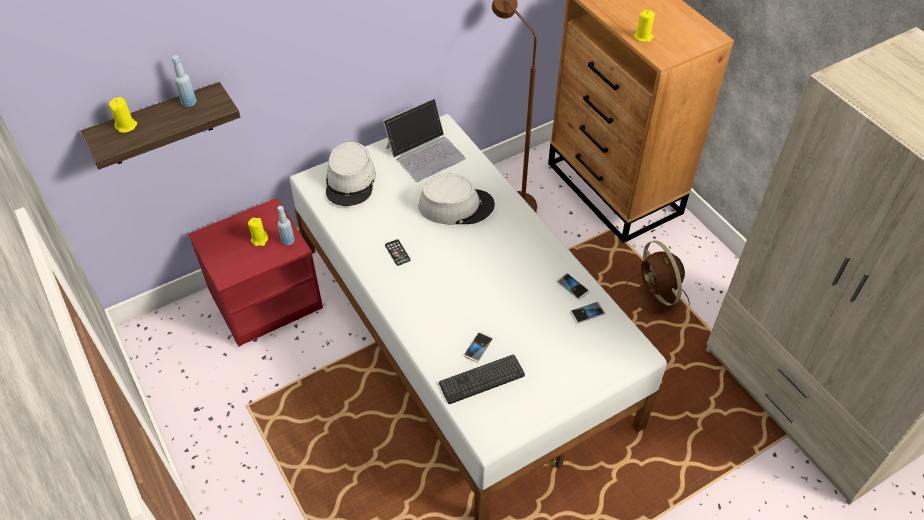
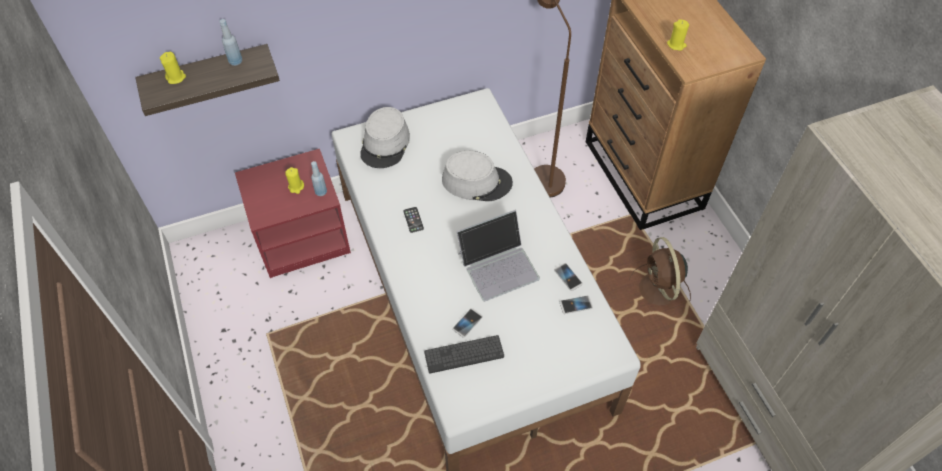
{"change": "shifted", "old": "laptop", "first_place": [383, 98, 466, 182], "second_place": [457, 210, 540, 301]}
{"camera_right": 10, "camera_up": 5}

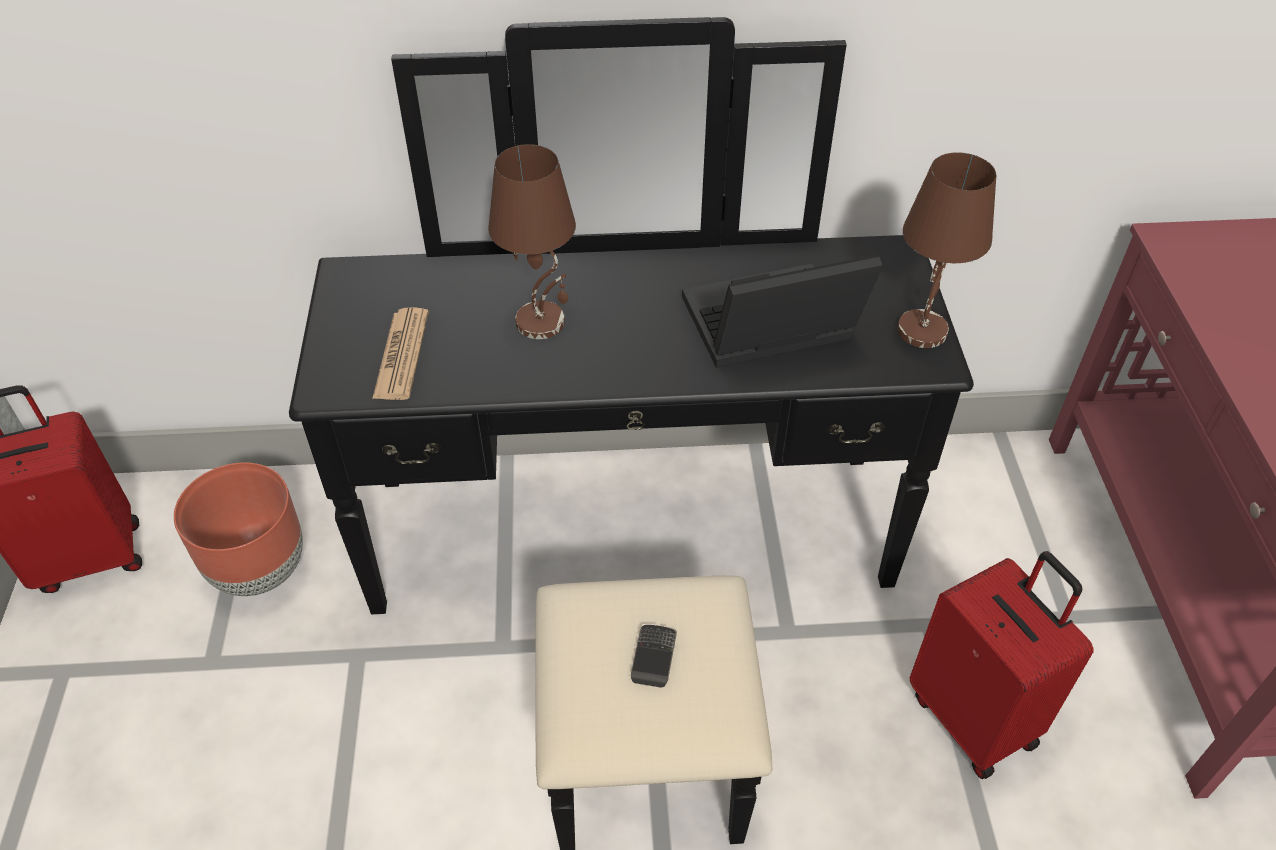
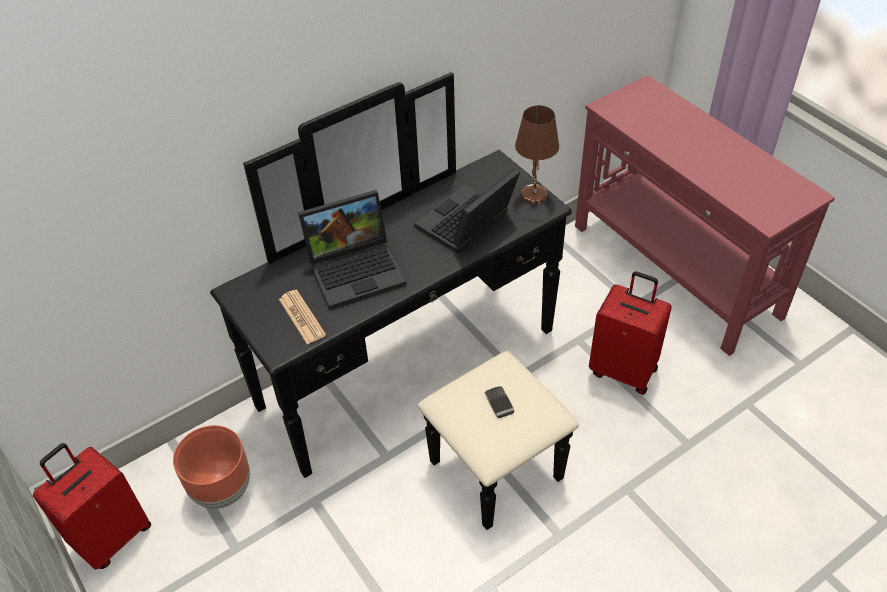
{"change": "swapped", "old": "brown table lamp", "new": "laptop", "first_place": [488, 144, 576, 339], "second_place": [298, 190, 407, 310]}
{"camera_right": -30, "camera_up": 0}

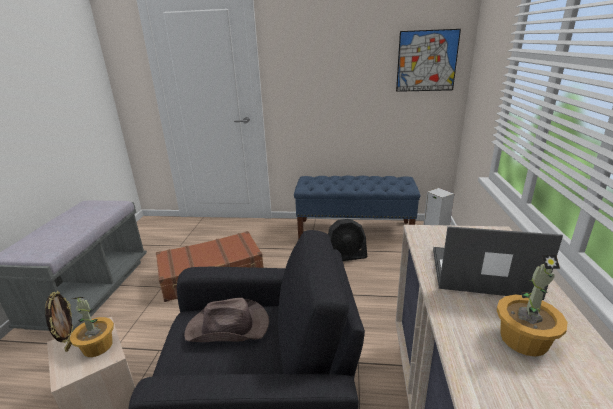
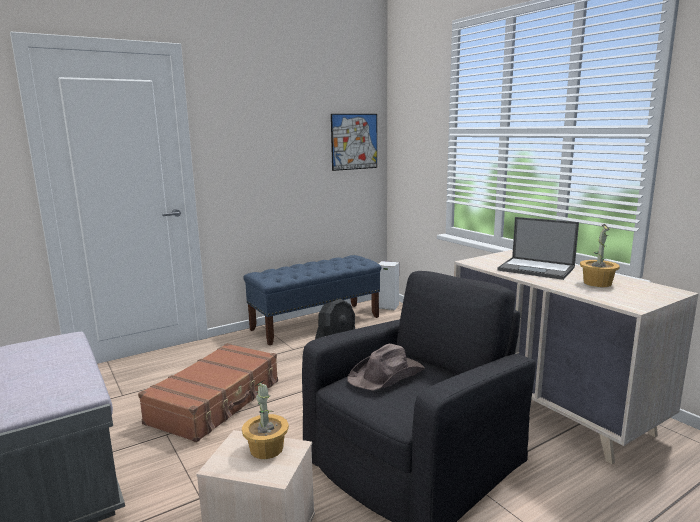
{"change": "gone", "old": "picture frame", "first_place": [45, 291, 73, 352]}
{"change": "rotated", "old": "laptop", "first_place": [433, 226, 563, 300], "second_place": [498, 217, 579, 280], "degrees": -120}
{"camera_right": -40, "camera_up": -10}

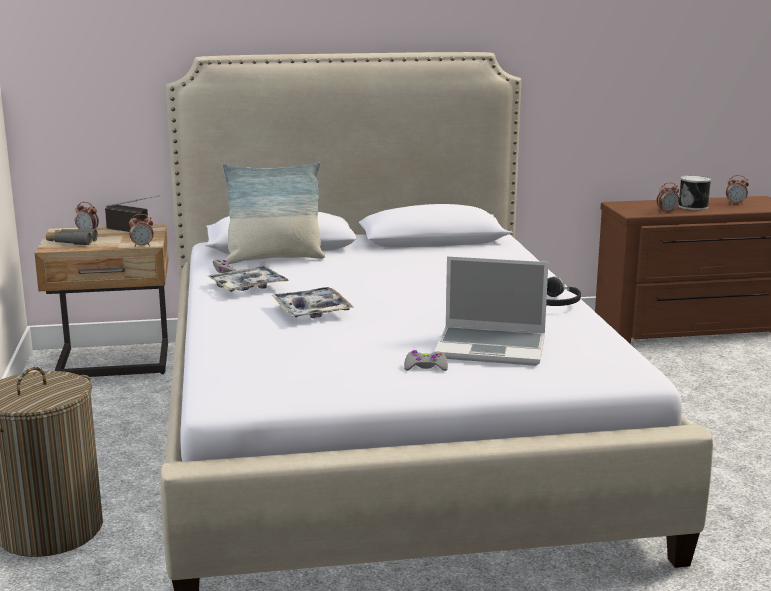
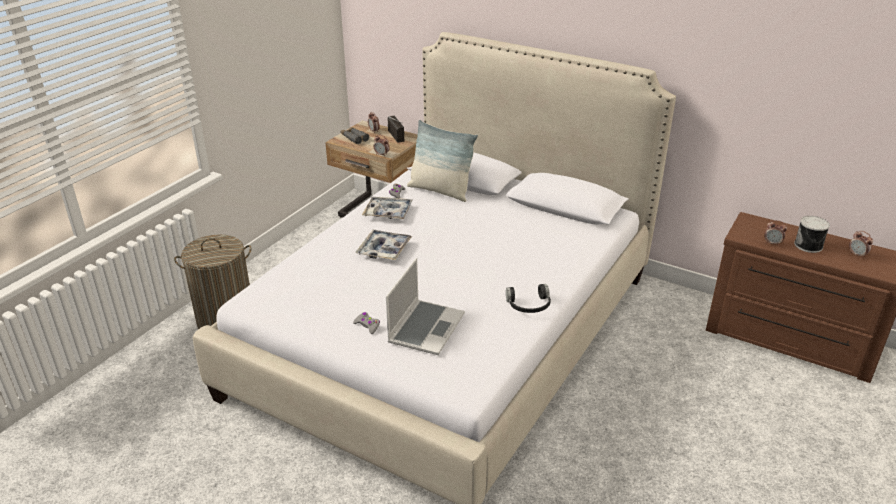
{"change": "rotated", "old": "laptop", "first_place": [434, 256, 548, 366], "second_place": [386, 258, 465, 355], "degrees": -120}
{"camera_right": 40, "camera_up": 15}

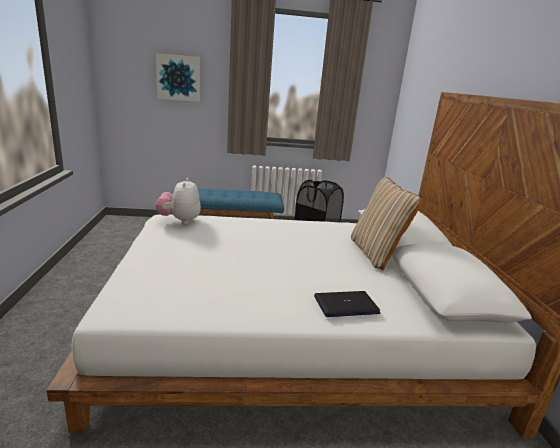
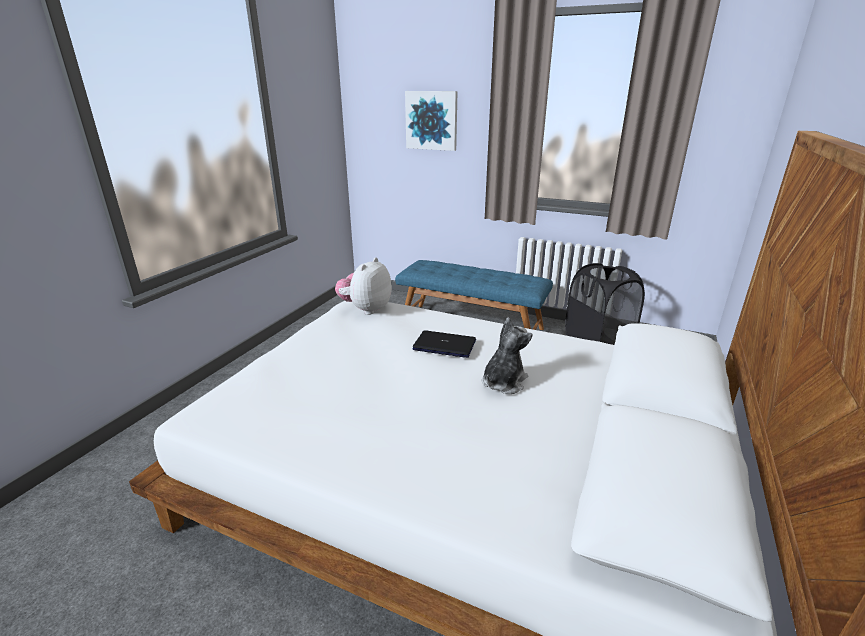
{"change": "shifted", "old": "laptop", "first_place": [314, 291, 380, 317], "second_place": [412, 330, 476, 358]}
{"change": "gone", "old": "beige pillow", "first_place": [351, 177, 423, 270]}
{"change": "new", "new": "plush toy", "second_place": [482, 318, 532, 394]}
{"camera_right": 30, "camera_up": 5}

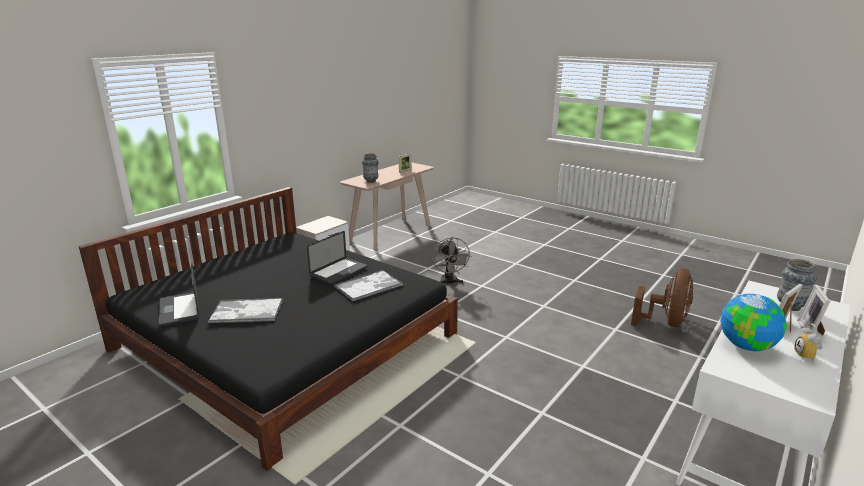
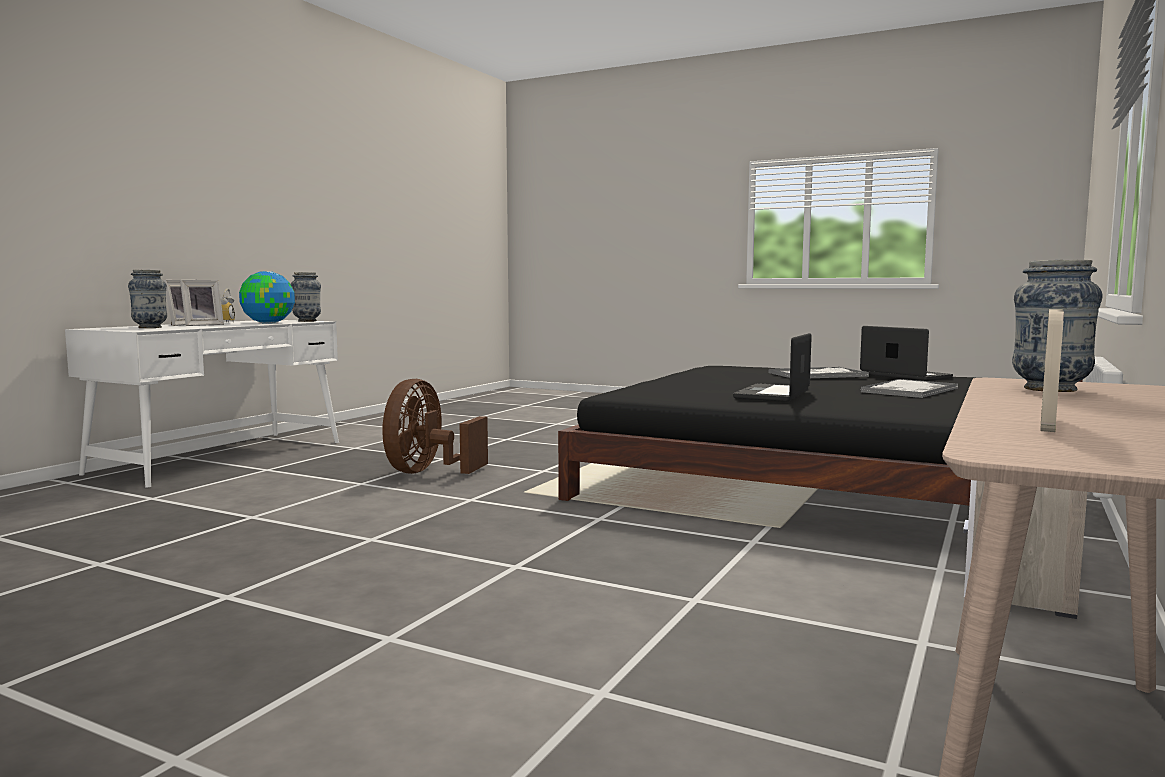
{"change": "shifted", "old": "tray", "first_place": [334, 270, 403, 301], "second_place": [860, 379, 958, 398]}
{"change": "gone", "old": "grey fan", "first_place": [432, 237, 471, 285]}
{"change": "shifted", "old": "brown fan", "first_place": [631, 268, 693, 327], "second_place": [382, 379, 488, 474]}
{"change": "new", "new": "vase", "second_place": [291, 272, 321, 322]}
{"camera_right": 170, "camera_up": -15}

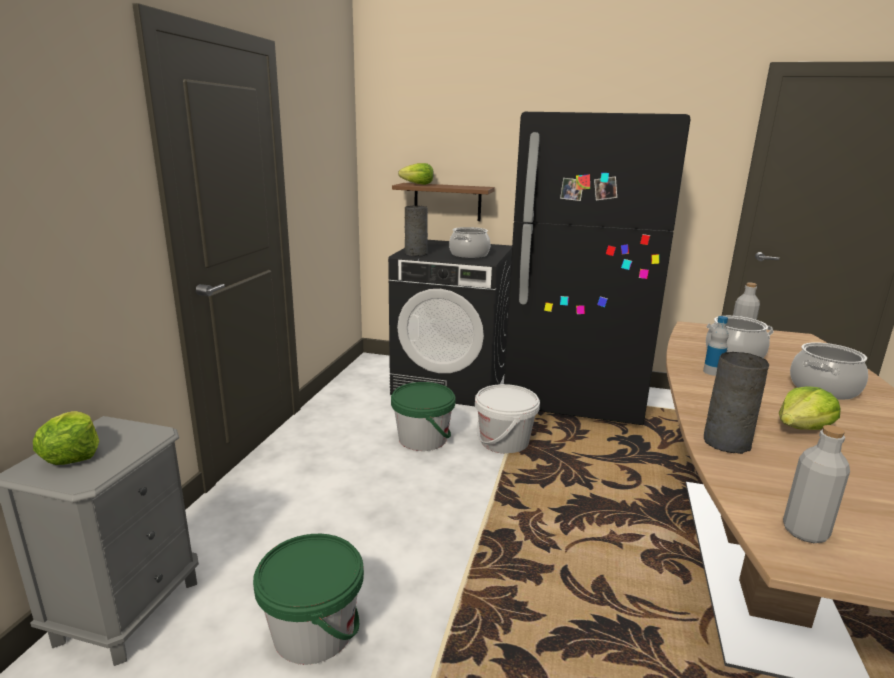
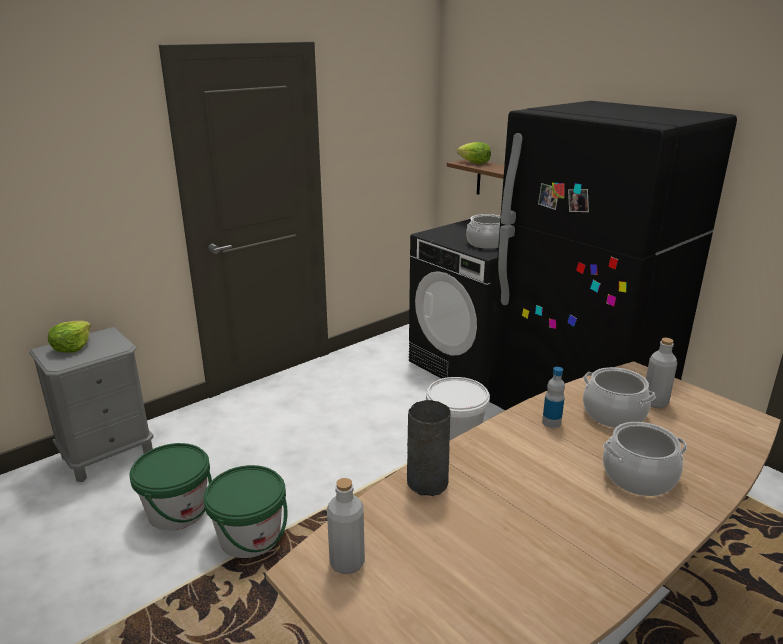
{"change": "shifted", "old": "green bucket", "first_place": [391, 382, 456, 451], "second_place": [203, 465, 287, 558]}
{"change": "gone", "old": "grey vase", "first_place": [405, 206, 428, 257]}
{"change": "gone", "old": "lettuce", "first_place": [779, 386, 841, 430]}
{"camera_right": 35, "camera_up": 5}

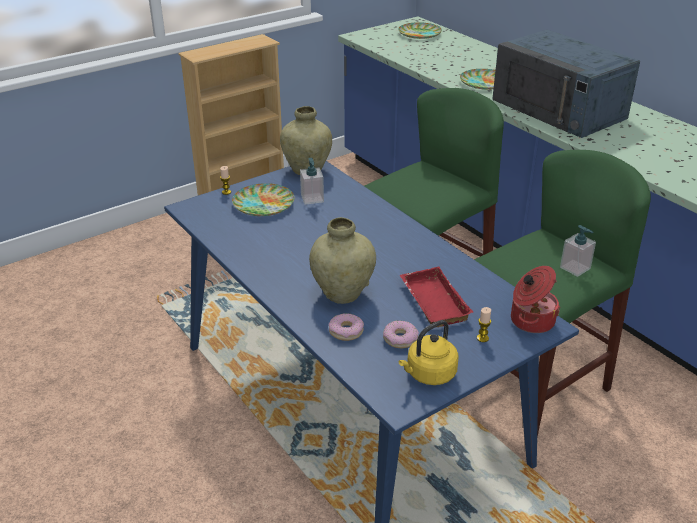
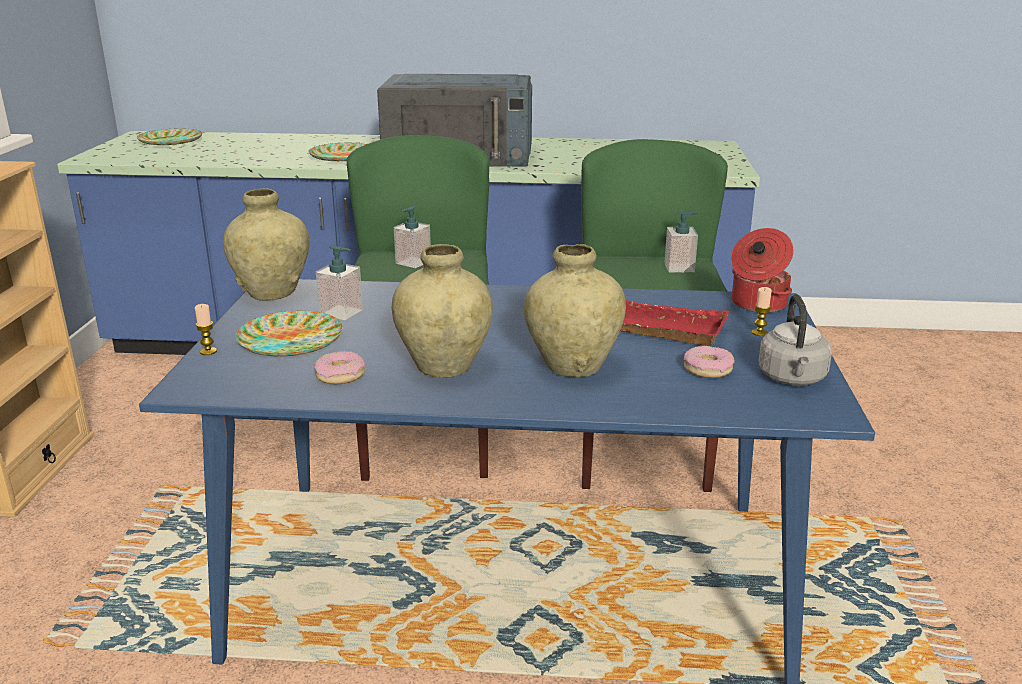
{"change": "shifted", "old": "donut", "first_place": [329, 313, 364, 341], "second_place": [314, 351, 365, 384]}
{"change": "repainted", "old": "yellow kettle", "new": "grey kettle", "first_place": [398, 320, 459, 385], "second_place": [759, 294, 832, 386]}
{"change": "new", "new": "beige vase", "second_place": [392, 244, 493, 378]}
{"change": "new", "new": "soap dispenser", "second_place": [394, 206, 431, 268]}
{"camera_right": -50, "camera_up": -10}

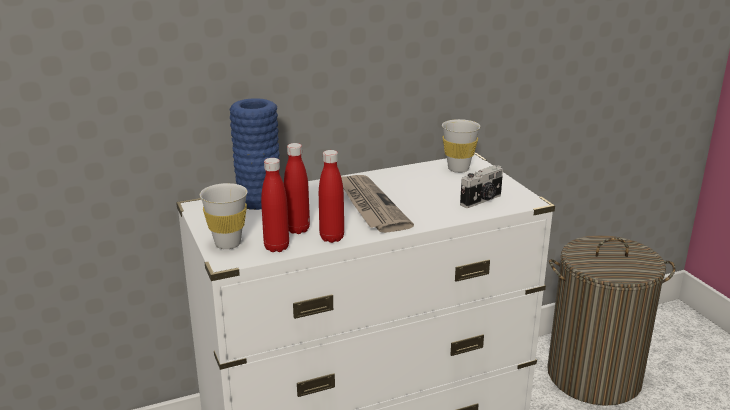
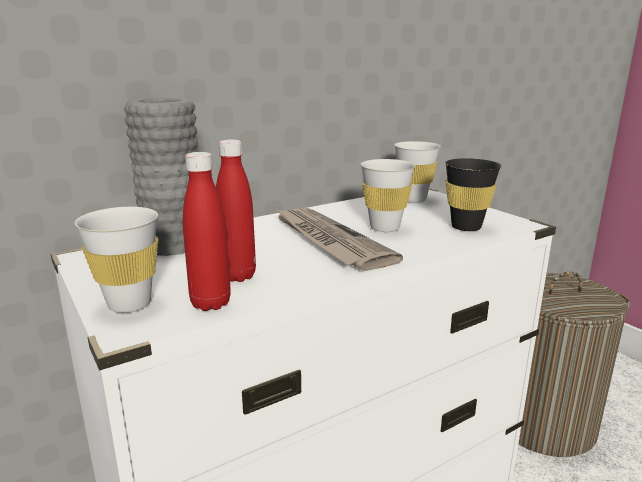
{"change": "repainted", "old": "blue vase", "new": "grey vase", "first_place": [230, 98, 280, 210], "second_place": [124, 98, 199, 256]}
{"change": "gone", "old": "red bottle", "first_place": [319, 150, 344, 243]}
{"change": "swapped", "old": "photo camera", "new": "black cup", "first_place": [460, 165, 503, 208], "second_place": [445, 158, 501, 231]}
{"change": "new", "new": "white cup", "second_place": [361, 159, 415, 232]}
{"camera_right": -10, "camera_up": -5}

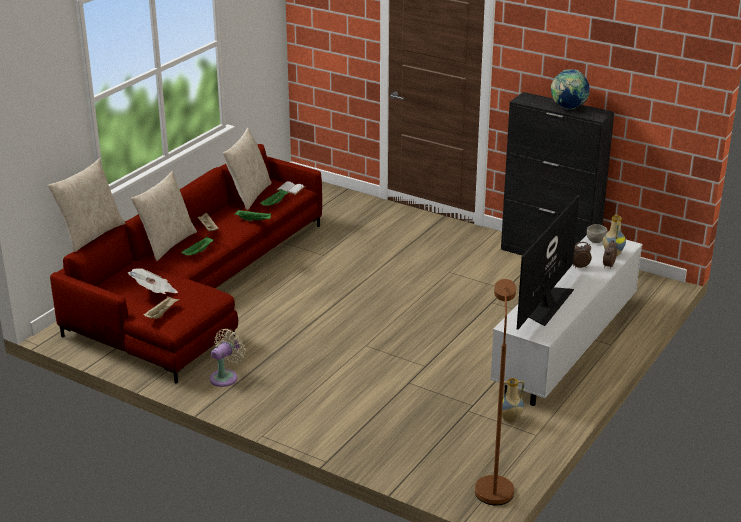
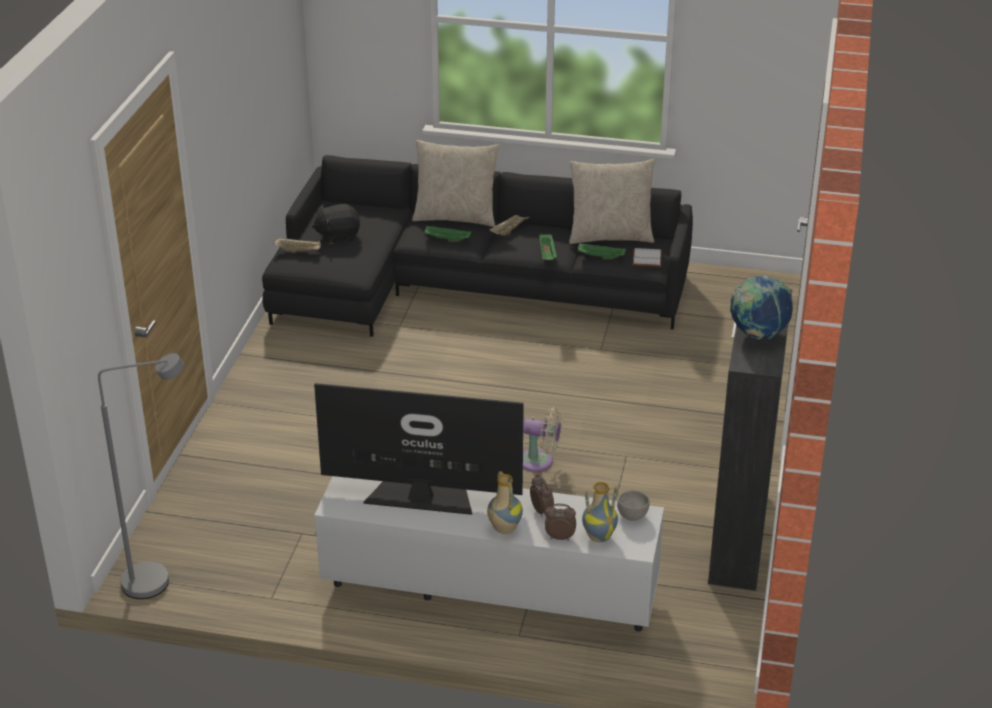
{"change": "gone", "old": "beige pillow", "first_place": [48, 158, 125, 252]}
{"change": "repainted", "old": "red sofa", "new": "black sofa", "first_place": [50, 144, 322, 384], "second_place": [262, 155, 693, 337]}
{"change": "swapped", "old": "newspaper", "new": "black plush toy", "first_place": [128, 268, 178, 294], "second_place": [312, 204, 360, 244]}
{"change": "shifted", "old": "beige fan", "first_place": [210, 329, 246, 387], "second_place": [523, 407, 562, 472]}
{"change": "repainted", "old": "brown floor lamp", "new": "grey floor lamp", "first_place": [475, 279, 516, 505], "second_place": [98, 353, 184, 599]}
{"change": "shifted", "old": "vase", "first_place": [502, 378, 525, 422], "second_place": [487, 471, 523, 534]}
{"camera_right": 70, "camera_up": 5}

